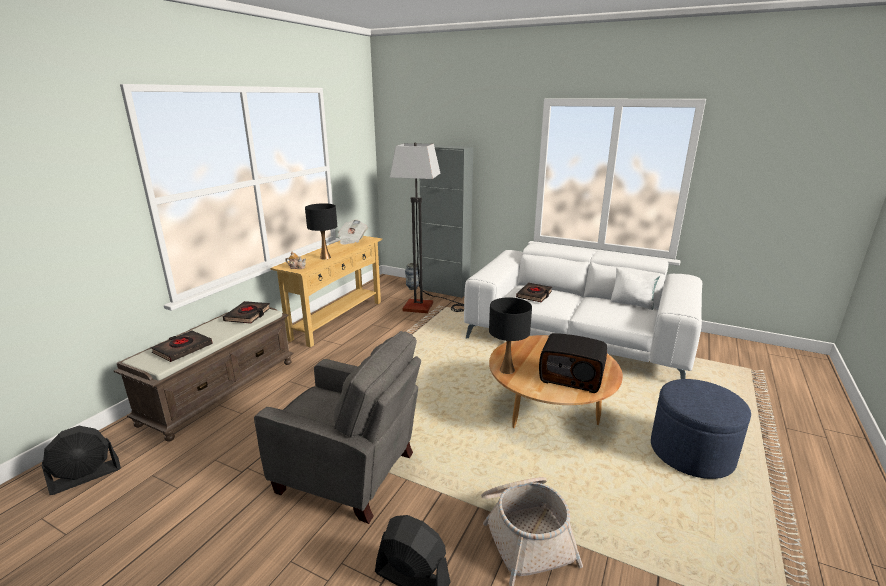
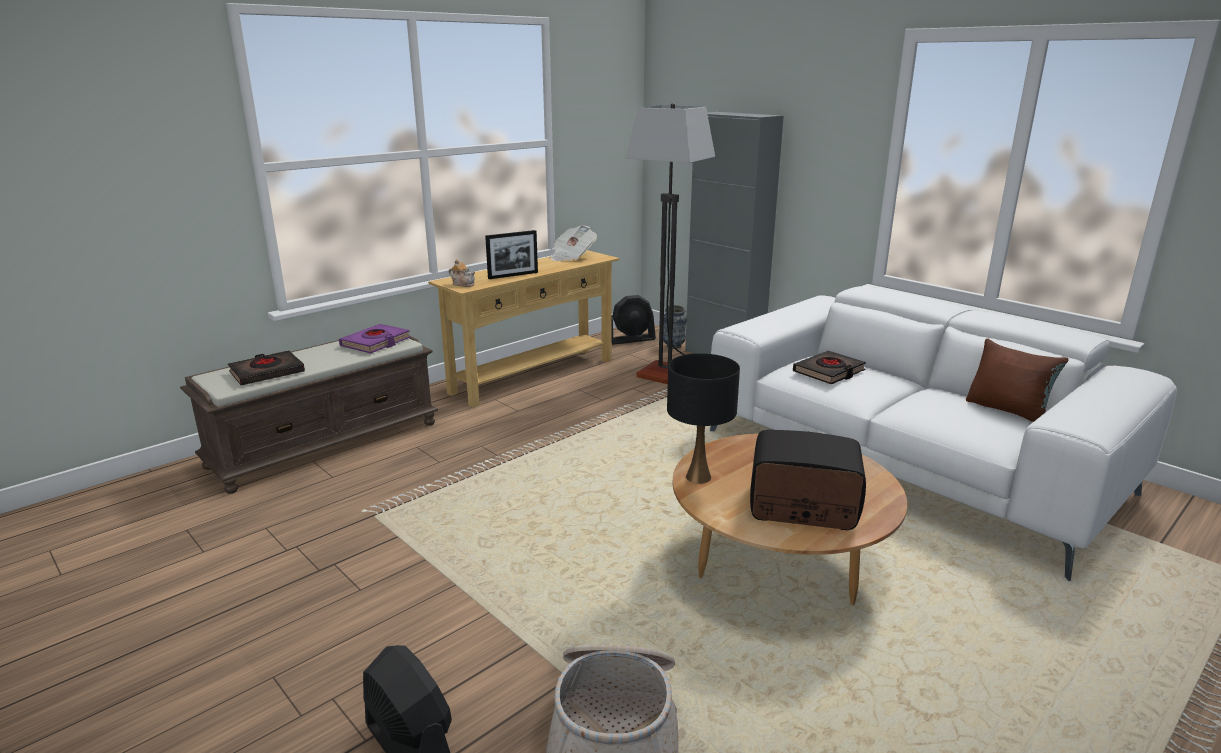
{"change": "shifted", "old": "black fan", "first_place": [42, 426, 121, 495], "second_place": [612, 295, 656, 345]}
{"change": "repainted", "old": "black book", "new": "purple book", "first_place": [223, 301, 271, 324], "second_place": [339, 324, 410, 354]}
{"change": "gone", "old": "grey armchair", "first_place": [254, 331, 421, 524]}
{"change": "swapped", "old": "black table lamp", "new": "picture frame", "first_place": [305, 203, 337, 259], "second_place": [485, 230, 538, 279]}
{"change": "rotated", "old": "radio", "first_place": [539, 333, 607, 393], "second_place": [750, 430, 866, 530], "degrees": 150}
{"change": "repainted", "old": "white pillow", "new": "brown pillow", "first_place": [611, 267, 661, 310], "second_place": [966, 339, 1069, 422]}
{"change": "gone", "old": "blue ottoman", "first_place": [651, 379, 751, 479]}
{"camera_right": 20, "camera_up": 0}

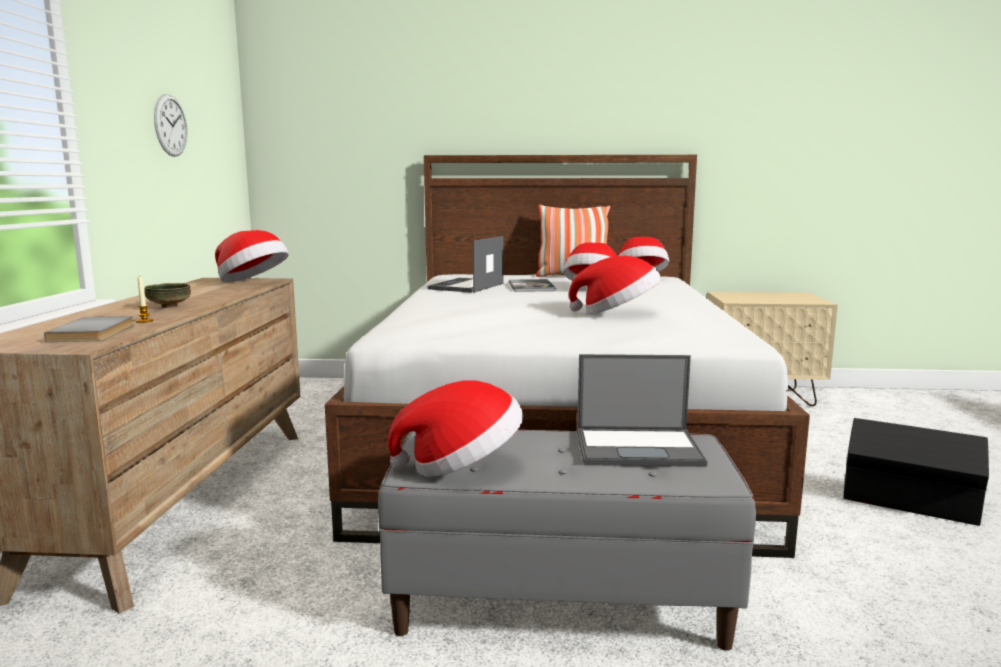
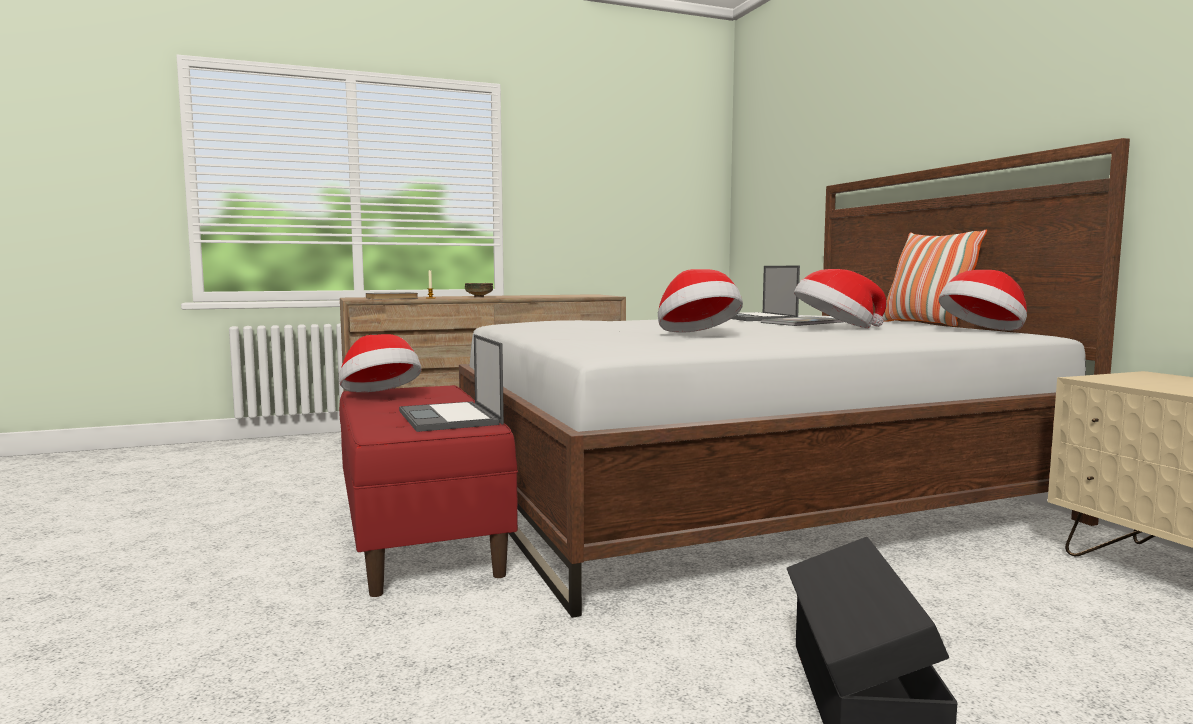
{"change": "gone", "old": "wall clock", "first_place": [154, 94, 188, 157]}
{"change": "gone", "old": "hat", "first_place": [215, 230, 289, 282]}
{"change": "repainted", "old": "grey bench", "new": "red bench", "first_place": [378, 430, 756, 651], "second_place": [339, 385, 518, 597]}
{"change": "rotated", "old": "laptop", "first_place": [427, 236, 503, 293], "second_place": [732, 265, 800, 321], "degrees": -105}
{"camera_right": 65, "camera_up": -5}

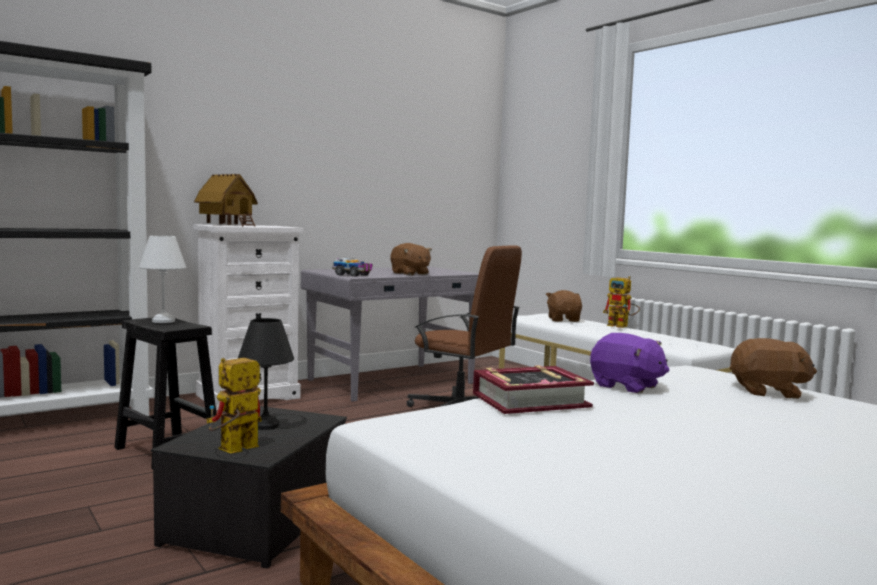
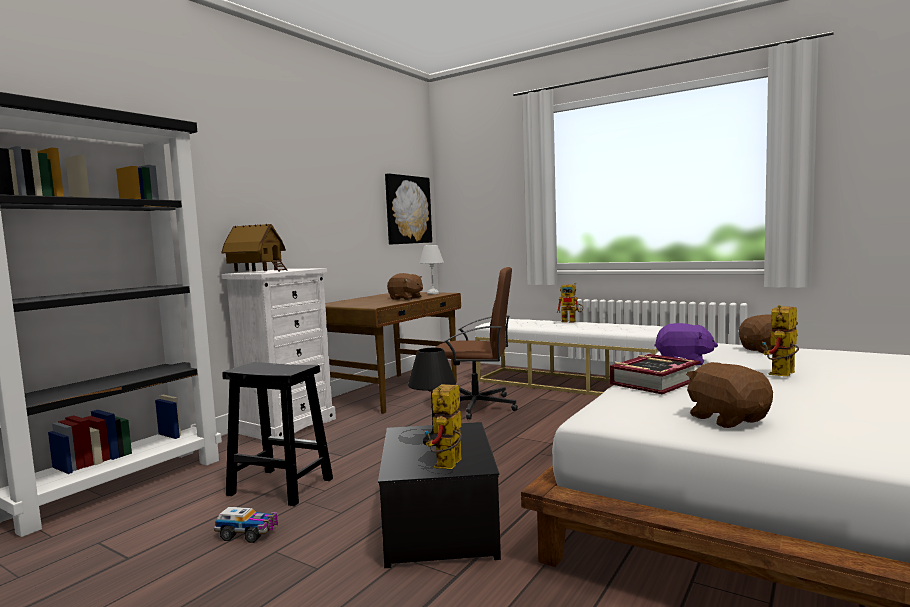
{"change": "shifted", "old": "white table lamp", "first_place": [139, 236, 186, 323], "second_place": [419, 245, 444, 294]}
{"change": "repainted", "old": "grey desk", "new": "brown desk", "first_place": [301, 267, 479, 402], "second_place": [325, 292, 461, 414]}
{"change": "shifted", "old": "toy truck", "first_place": [332, 258, 373, 277], "second_place": [214, 507, 278, 543]}
{"change": "shifted", "old": "brown plush toy", "first_place": [546, 290, 582, 322], "second_place": [686, 362, 773, 428]}
{"change": "new", "new": "picture", "second_place": [385, 173, 432, 245]}
{"change": "new", "new": "toy robot", "second_place": [762, 305, 799, 376]}
{"camera_right": -20, "camera_up": 0}

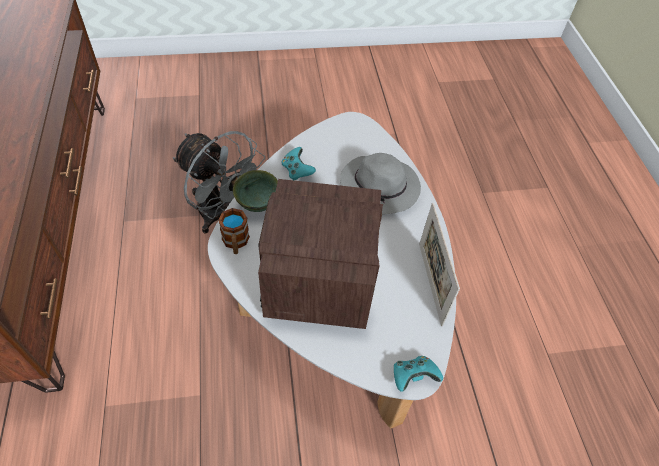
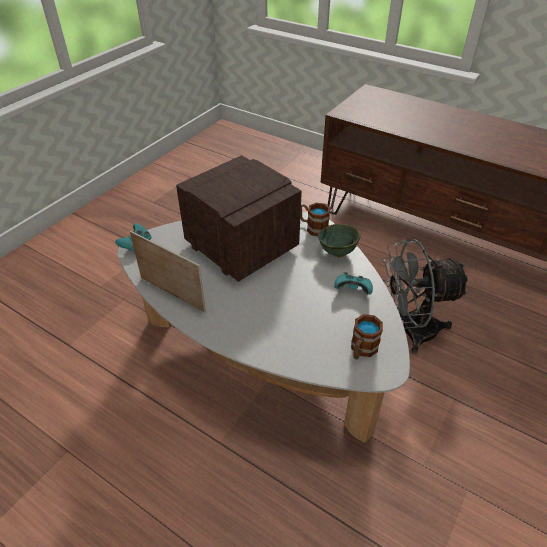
{"change": "gone", "old": "grey hat", "first_place": [340, 153, 421, 215]}
{"change": "new", "new": "mug", "second_place": [351, 314, 383, 359]}
{"camera_right": 135, "camera_up": -10}

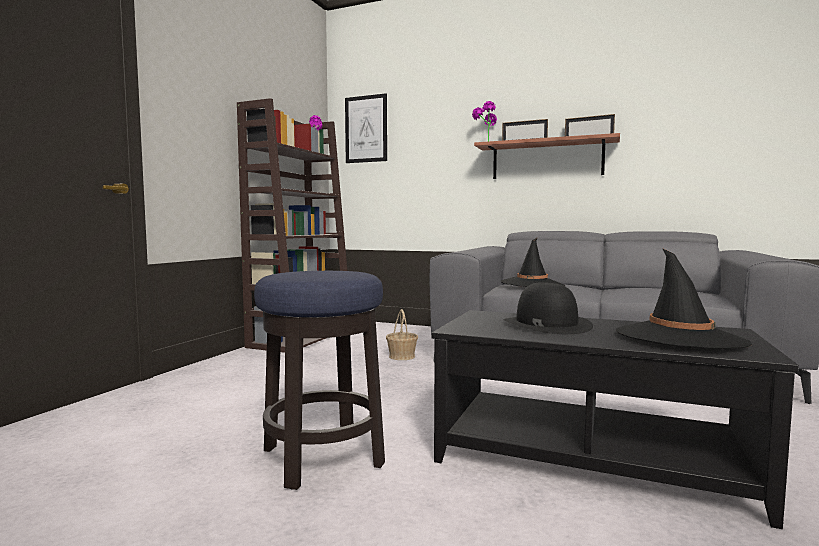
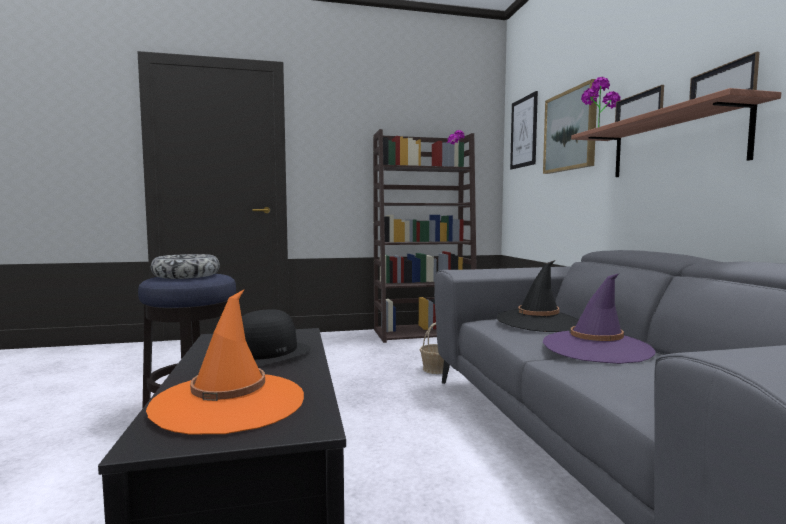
{"change": "repainted", "old": "black hat", "new": "orange hat", "first_place": [616, 248, 752, 349], "second_place": [146, 290, 304, 434]}
{"change": "new", "new": "bowl", "second_place": [151, 254, 220, 279]}
{"change": "new", "new": "picture", "second_place": [543, 79, 597, 174]}
{"change": "new", "new": "purple hat", "second_place": [543, 274, 655, 364]}
{"camera_right": 55, "camera_up": 0}

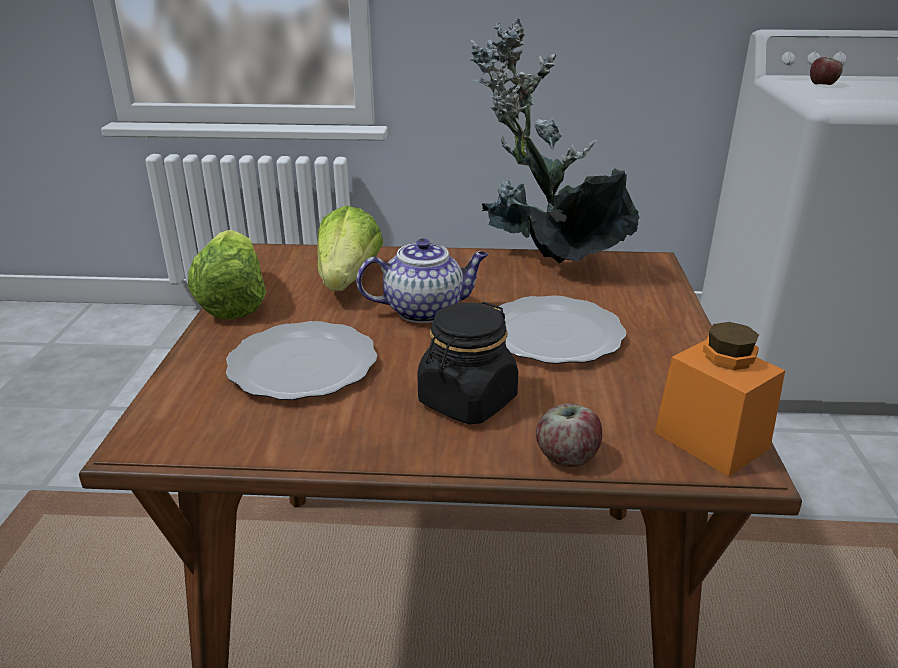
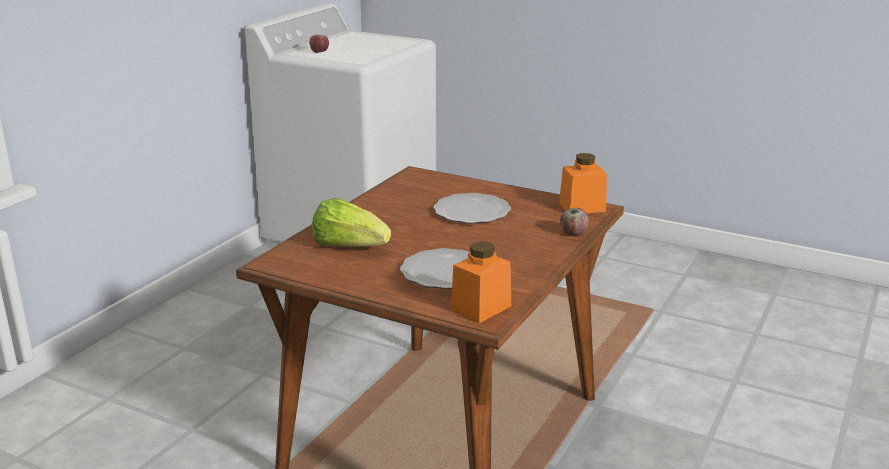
{"change": "gone", "old": "lettuce", "first_place": [188, 230, 266, 320]}
{"change": "gone", "old": "teapot", "first_place": [356, 238, 488, 323]}
{"change": "gone", "old": "black jar", "first_place": [417, 302, 518, 424]}
{"change": "gone", "old": "potted plant", "first_place": [469, 19, 639, 263]}
{"change": "new", "new": "orange jar", "second_place": [451, 241, 511, 323]}
{"camera_right": -65, "camera_up": -5}

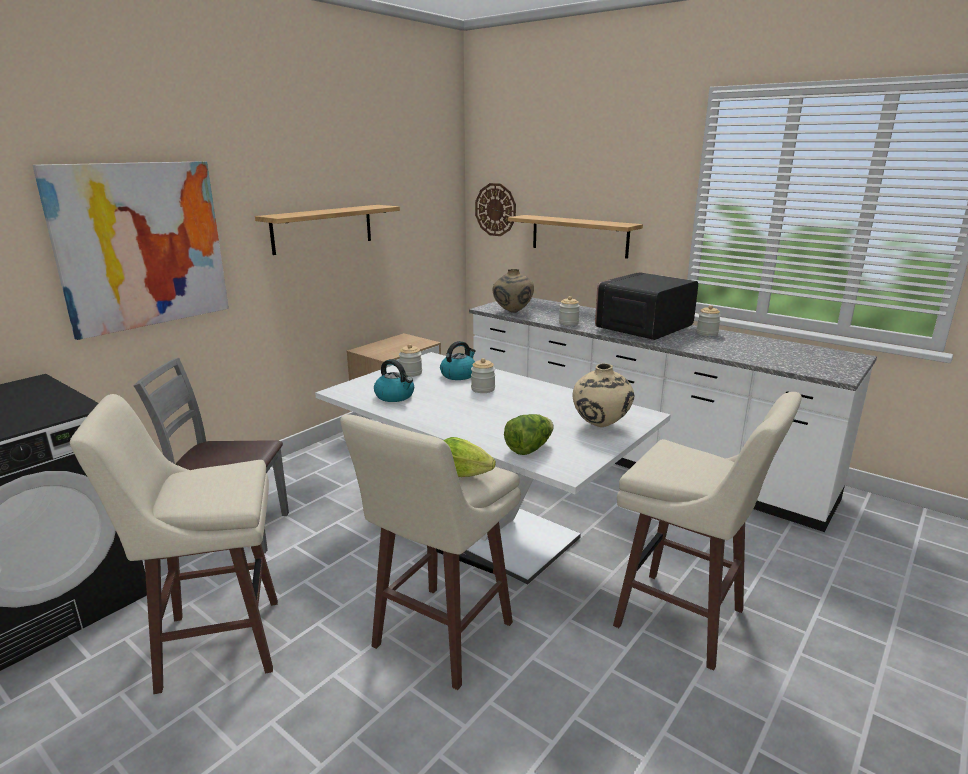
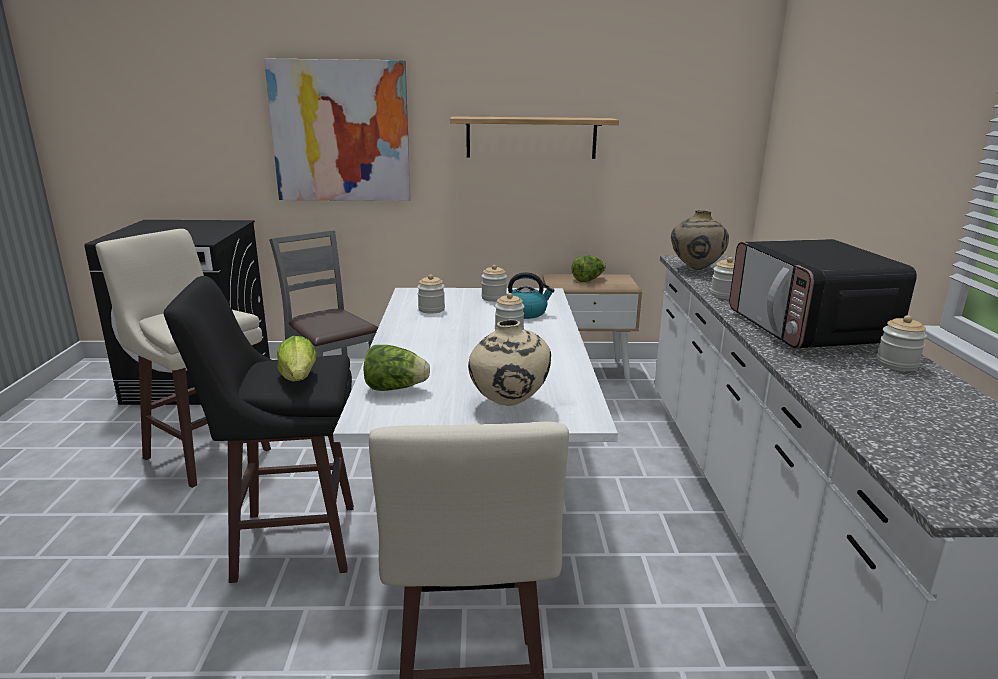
{"change": "repainted", "old": "beige stool", "new": "black stool", "first_place": [340, 414, 521, 690], "second_place": [164, 276, 354, 583]}
{"change": "swapped", "old": "kettle", "new": "jar", "first_place": [374, 359, 414, 402], "second_place": [417, 274, 445, 314]}
{"change": "gone", "old": "wall clock", "first_place": [475, 183, 516, 236]}
{"change": "gone", "old": "shelf", "first_place": [508, 215, 643, 259]}
{"change": "rotated", "old": "microwave", "first_place": [595, 272, 698, 340], "second_place": [729, 239, 917, 348], "degrees": -105}
{"change": "new", "new": "lettuce", "second_place": [571, 255, 606, 282]}
{"camera_right": 50, "camera_up": 0}

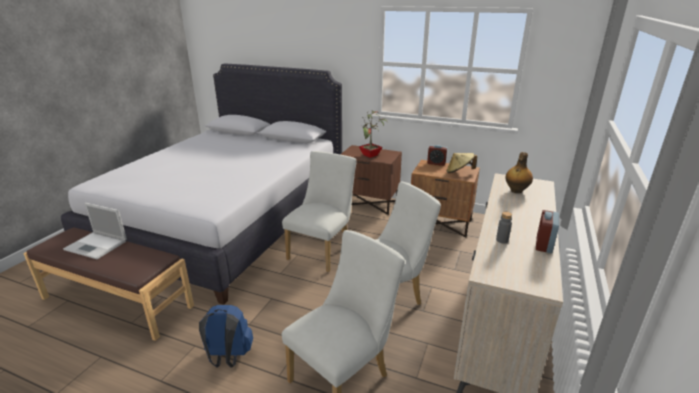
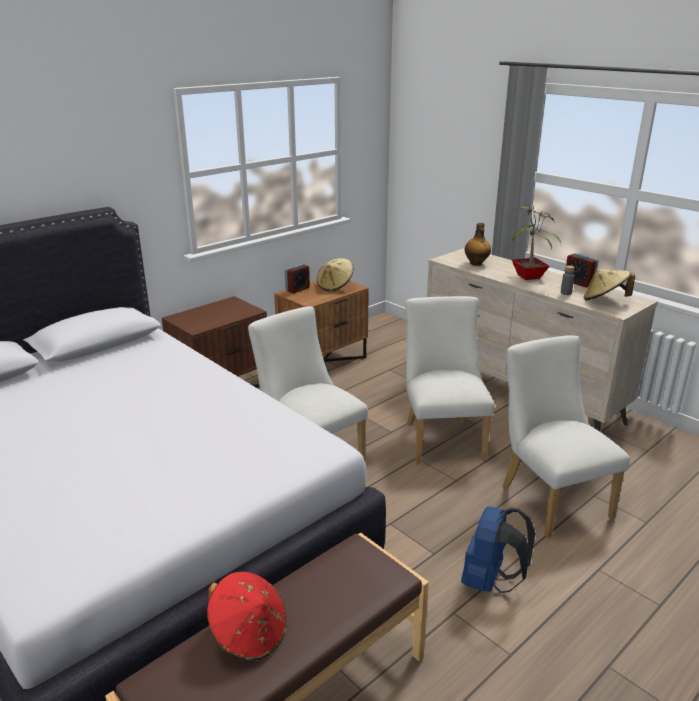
{"change": "swapped", "old": "laptop", "new": "red hat", "first_place": [63, 203, 127, 259], "second_place": [207, 571, 287, 661]}
{"change": "shifted", "old": "potted plant", "first_place": [359, 111, 387, 158], "second_place": [512, 205, 561, 280]}
{"change": "new", "new": "beige hat", "second_place": [584, 269, 635, 301]}
{"camera_right": -65, "camera_up": 0}

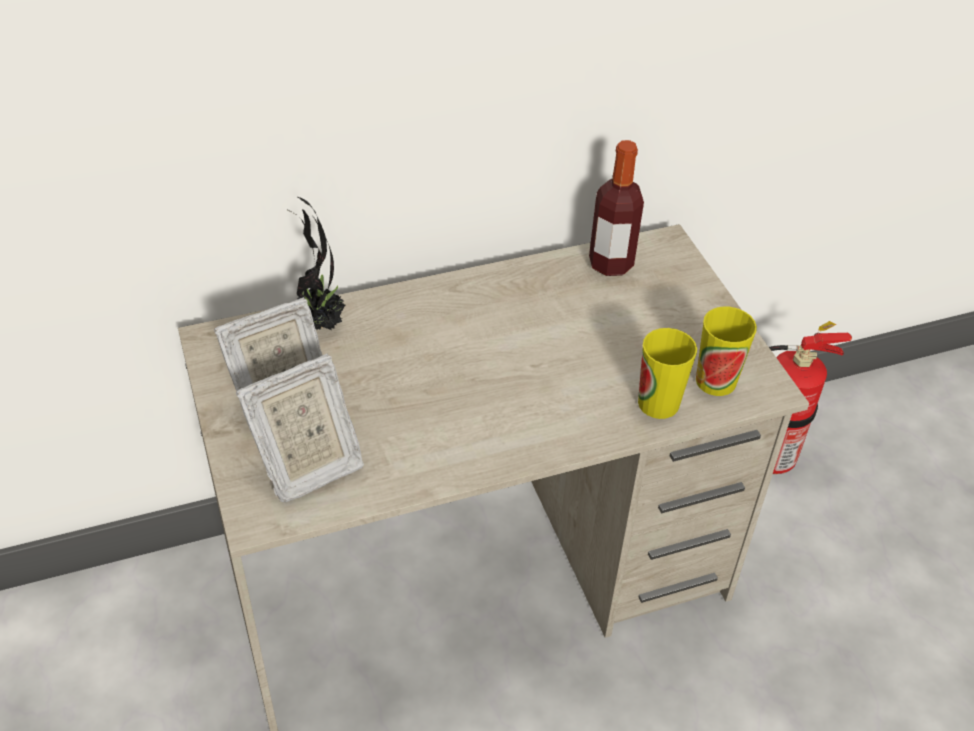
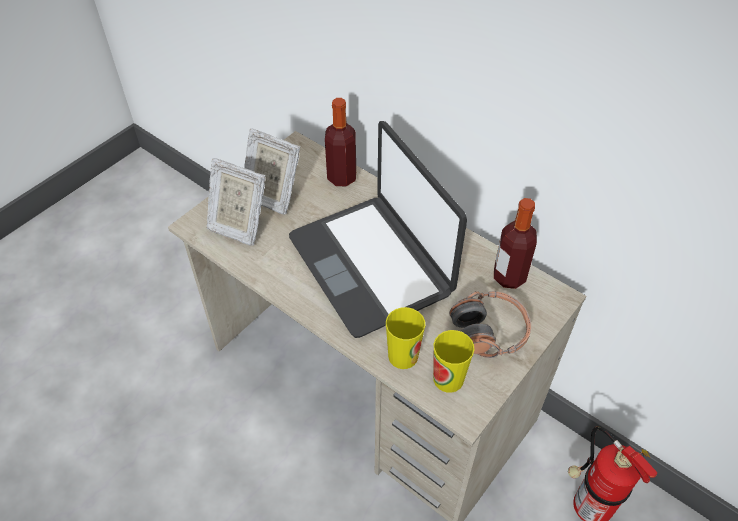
{"change": "swapped", "old": "potted plant", "new": "bottle", "first_place": [288, 197, 345, 330], "second_place": [325, 98, 356, 186]}
{"change": "new", "new": "laptop", "second_place": [289, 121, 467, 338]}
{"change": "new", "new": "headphones", "second_place": [449, 291, 531, 358]}
{"camera_right": 60, "camera_up": 5}

